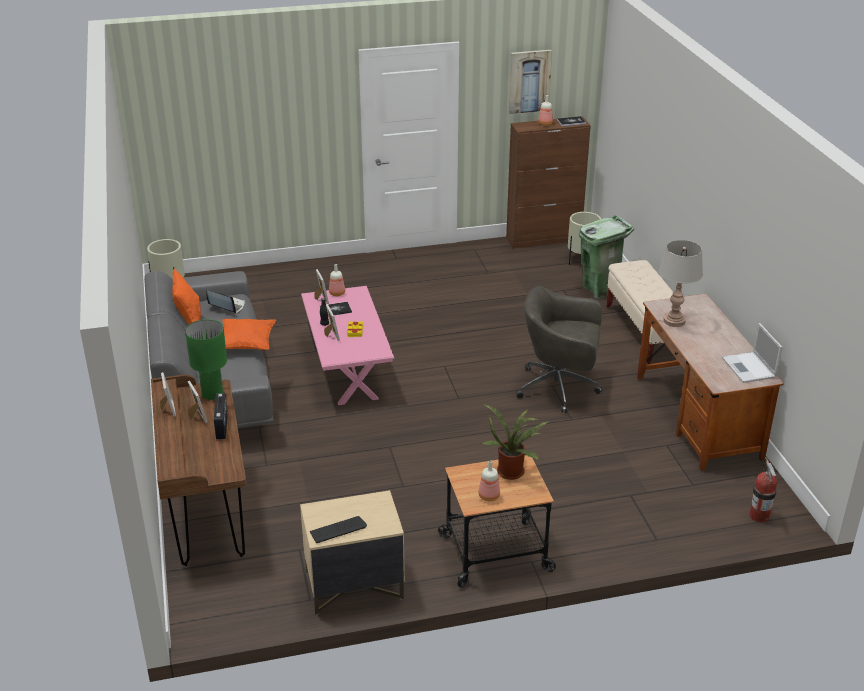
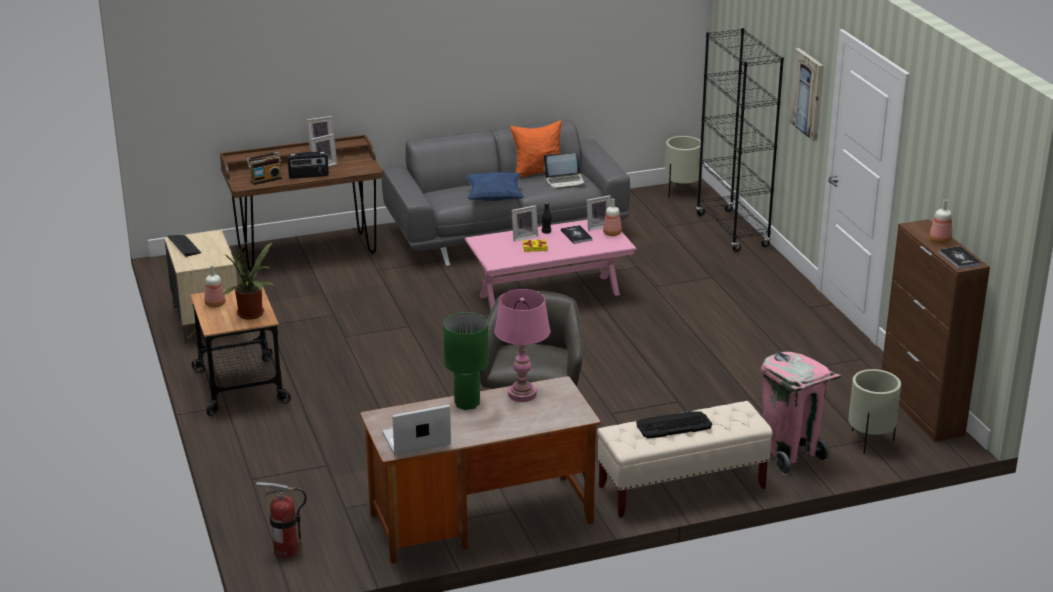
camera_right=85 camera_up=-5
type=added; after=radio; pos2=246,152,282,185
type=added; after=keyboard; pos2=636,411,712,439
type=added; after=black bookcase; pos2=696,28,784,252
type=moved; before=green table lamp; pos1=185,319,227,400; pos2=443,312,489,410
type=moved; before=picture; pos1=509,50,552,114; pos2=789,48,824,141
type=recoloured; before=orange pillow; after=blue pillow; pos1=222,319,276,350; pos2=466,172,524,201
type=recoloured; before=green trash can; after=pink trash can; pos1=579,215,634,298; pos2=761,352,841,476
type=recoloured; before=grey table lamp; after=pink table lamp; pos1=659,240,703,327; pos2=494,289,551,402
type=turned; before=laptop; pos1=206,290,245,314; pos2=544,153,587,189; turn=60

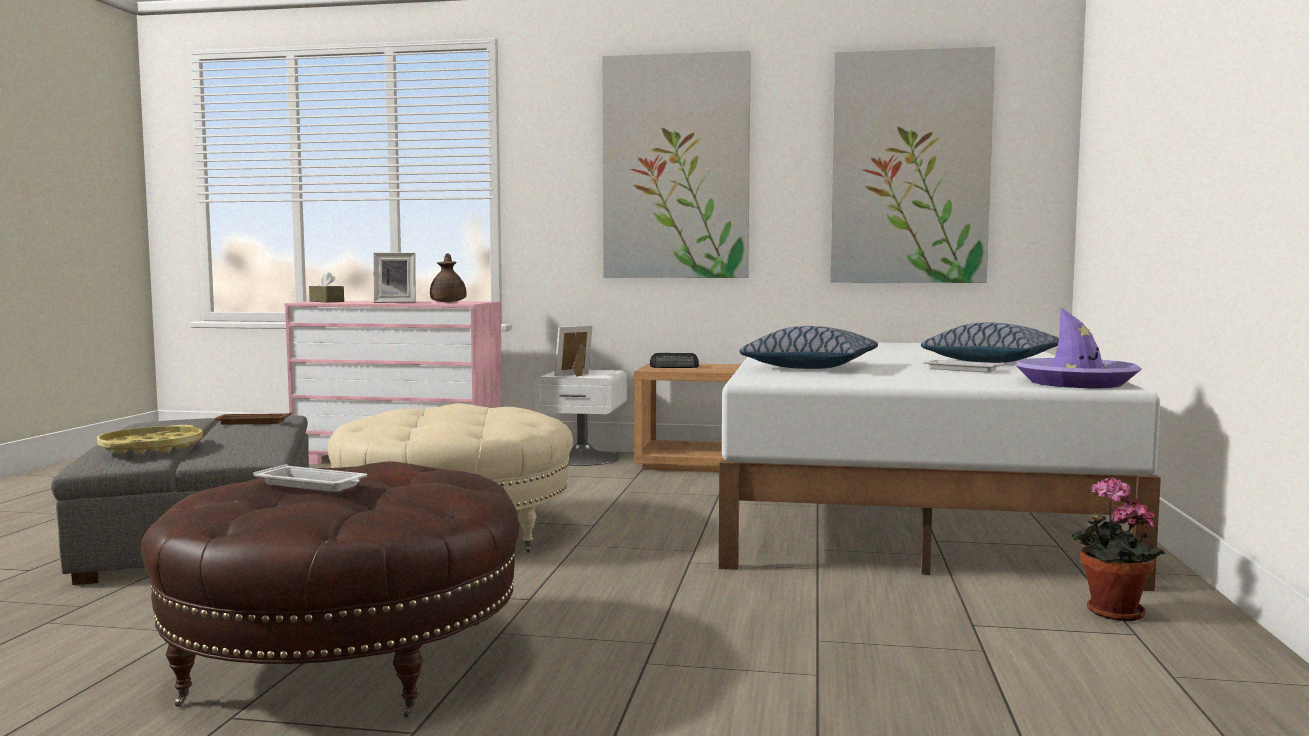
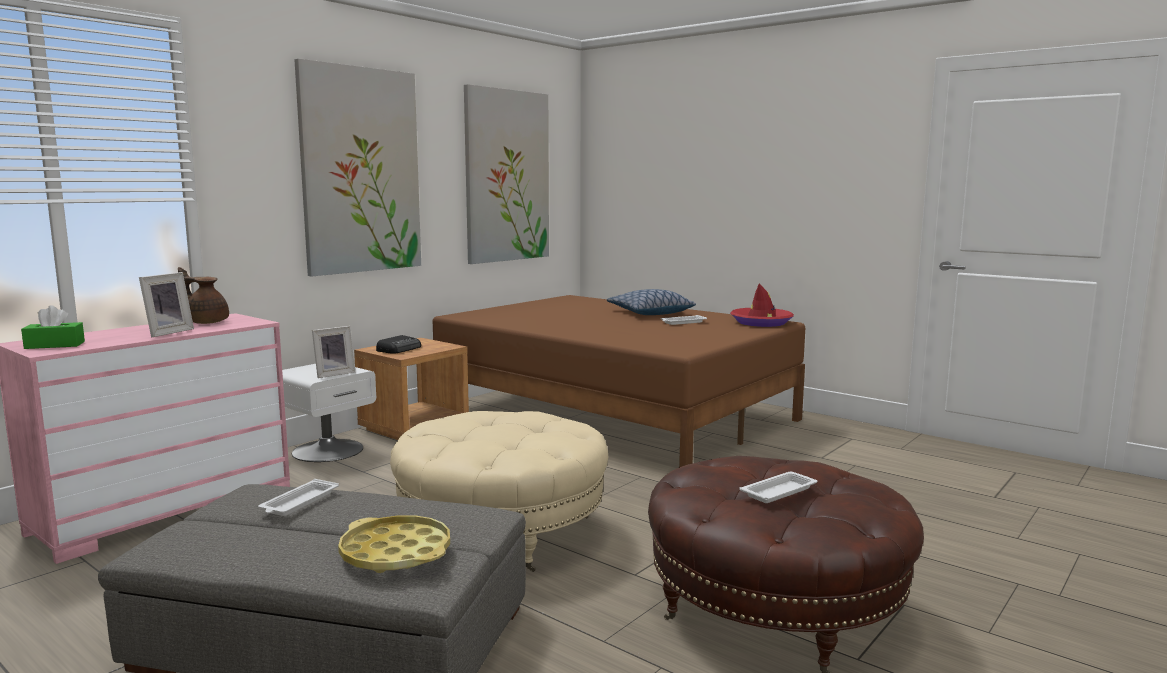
camera_right=-60 camera_up=5
type=removed; before=pillow; pos1=740,326,878,369
type=removed; before=potted plant; pos1=1072,477,1165,621
type=recoloured; before=brown tray; after=white tray; pos1=214,412,292,425; pos2=258,479,339,516
type=recoloured; before=brown tissue box; after=green tissue box; pos1=309,271,344,302; pos2=21,305,85,349
type=recoloured; before=white bed; after=brown bed; pos1=719,343,1161,591; pos2=433,295,805,467
type=recoloured; before=purple hat; after=red hat; pos1=1015,307,1142,388; pos2=730,284,794,327
type=turned; before=picture frame; pos1=555,325,593,376; pos2=312,326,355,378; turn=-120

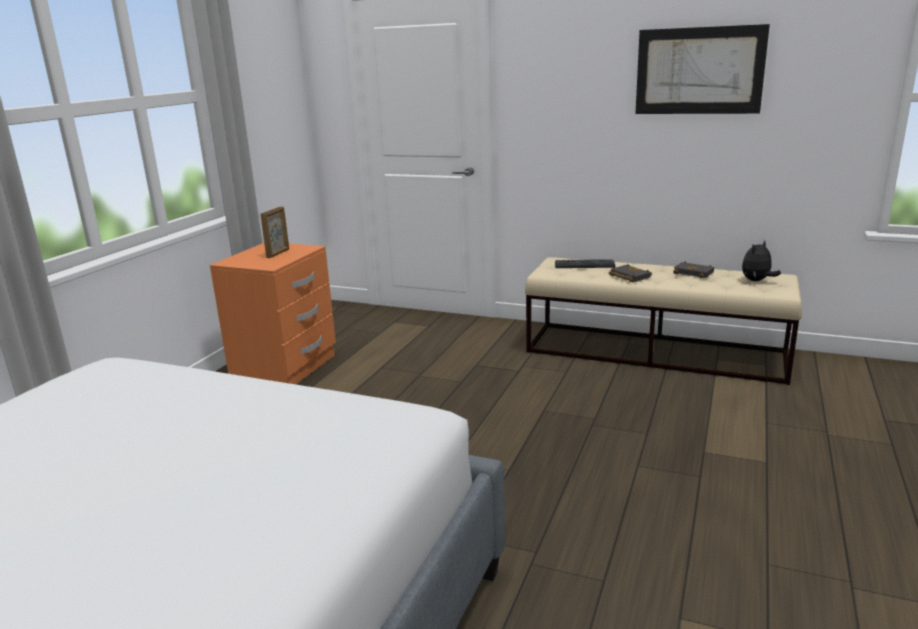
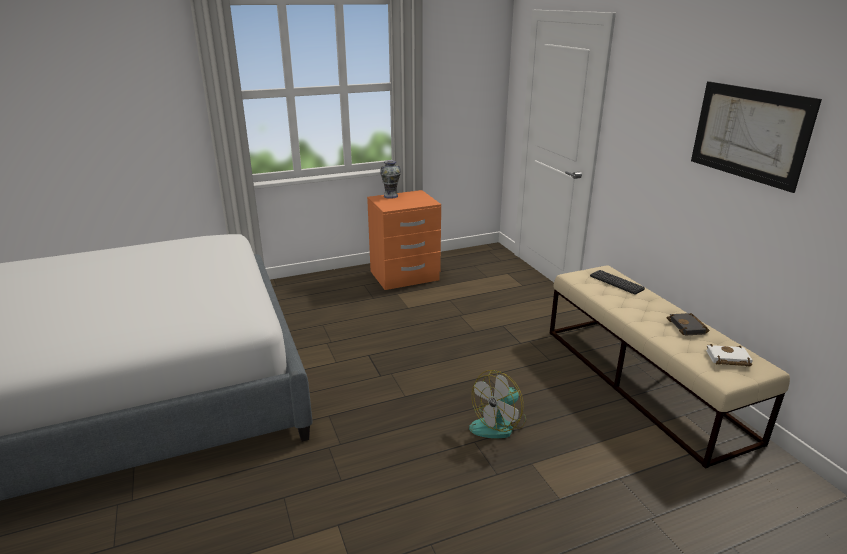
camera_right=45 camera_up=5
type=removed; before=picture frame; pos1=261,206,289,258
type=removed; before=black book; pos1=609,264,652,283
type=added; after=vase; pos2=380,160,401,199
type=added; after=fan; pos2=469,370,526,439
type=replaced; before=plush toy; after=white book; pos1=742,240,781,281; pos2=706,344,753,367

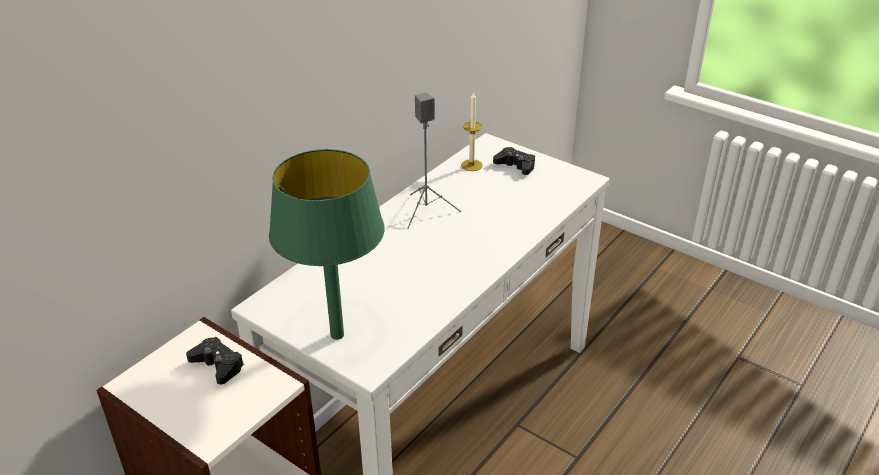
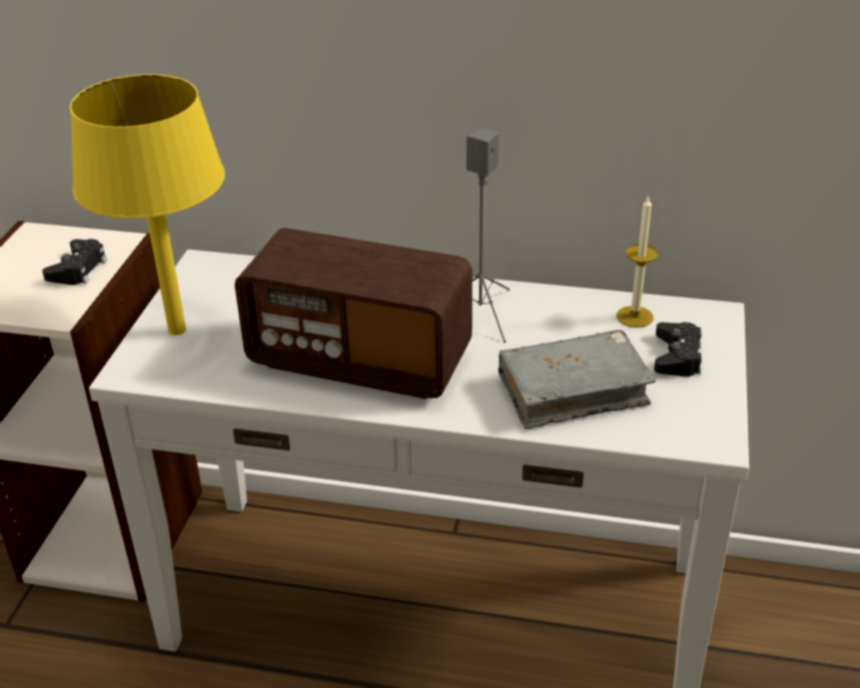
camera_right=65 camera_up=0
type=added; after=radio; pos2=235,228,472,399
type=added; after=grey book; pos2=498,330,656,429
type=recoloured; before=green table lamp; after=yellow table lamp; pos1=269,149,385,340; pos2=70,74,225,335

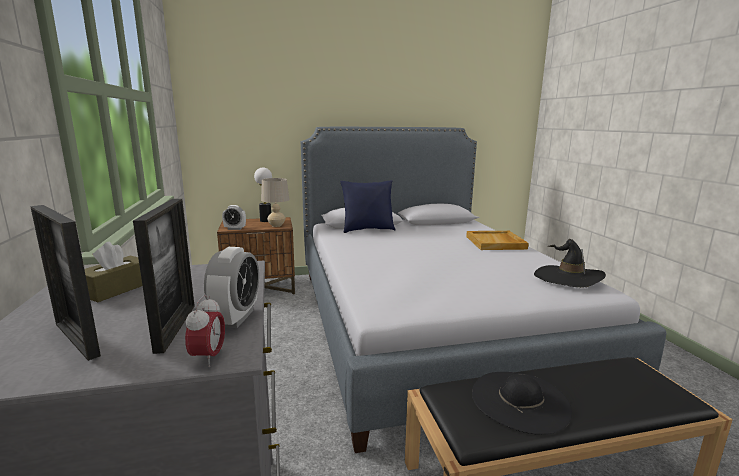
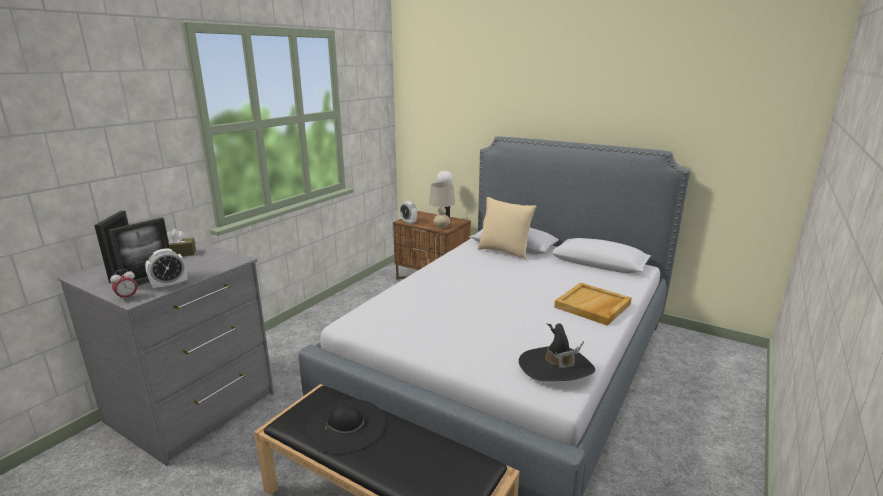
camera_right=45 camera_up=5
type=recoloured; before=blue pillow; after=beige pillow; pos1=340,180,396,233; pos2=477,197,537,260

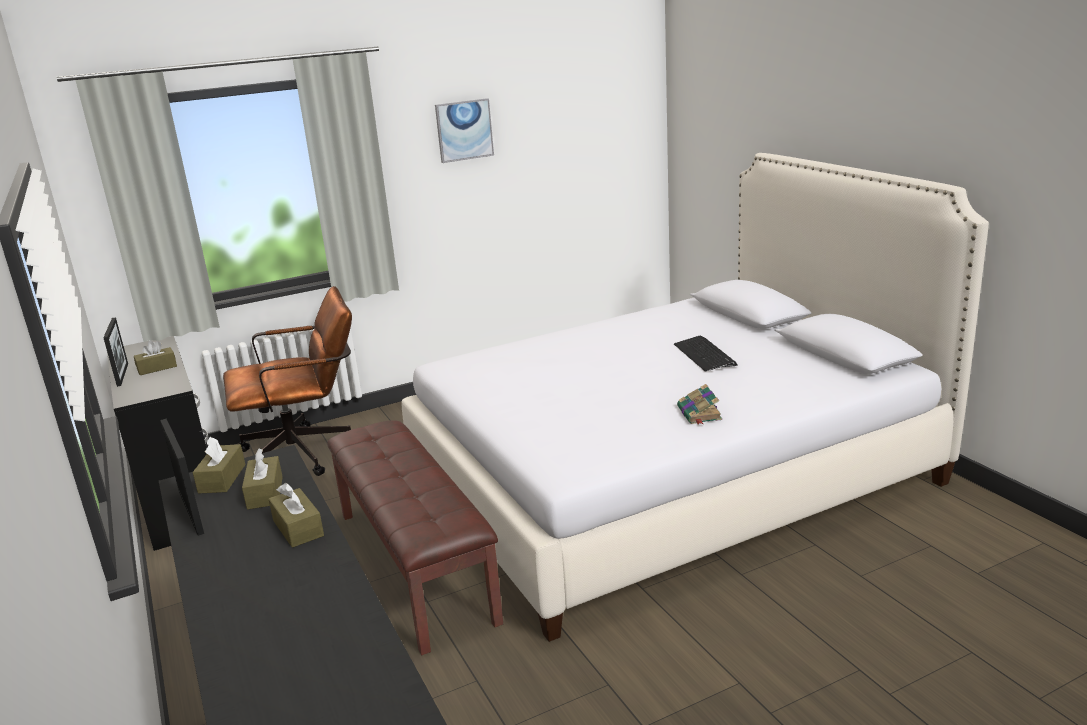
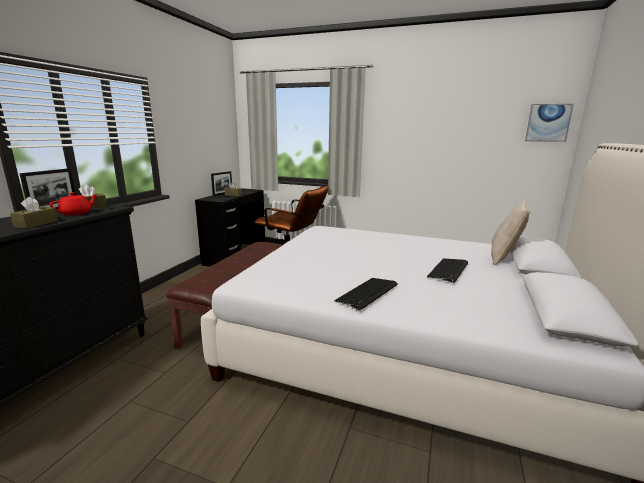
camera_right=45 camera_up=-5
type=added; after=beige pillow; pos2=491,199,531,265
type=moved; before=picture; pos1=435,98,494,163; pos2=525,104,574,142
type=replaced; before=brown tissue box; after=red teapot; pos1=242,448,283,510; pos2=49,192,98,215
type=replaced; before=book; after=keyboard; pos1=677,384,722,425; pos2=334,278,398,310

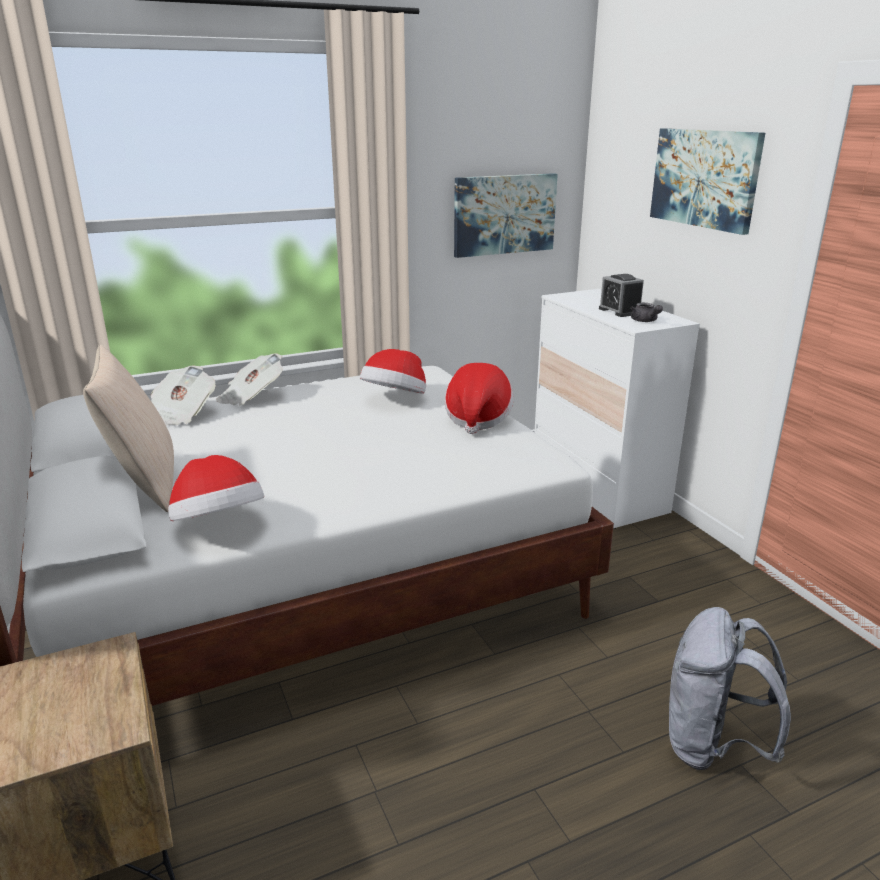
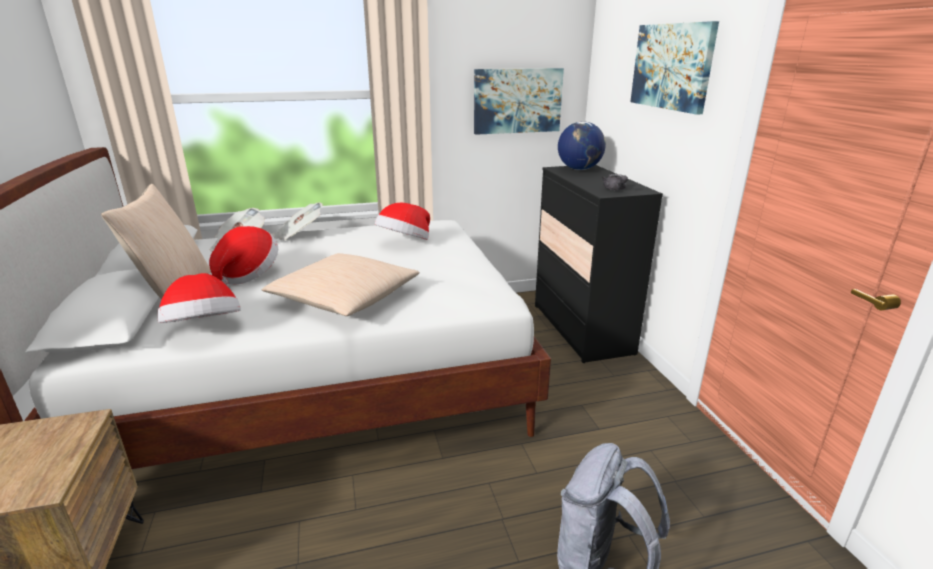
camera_right=10 camera_up=0
type=removed; before=alarm clock; pos1=599,274,644,317
type=added; after=beige pillow; pos2=262,253,420,316
type=added; after=globe; pos2=558,121,606,170
type=moved; before=hat; pos1=445,363,513,434; pos2=209,226,278,285
type=recoloured; before=white dresser; after=black dresser; pos1=534,289,700,529; pos2=535,165,663,363

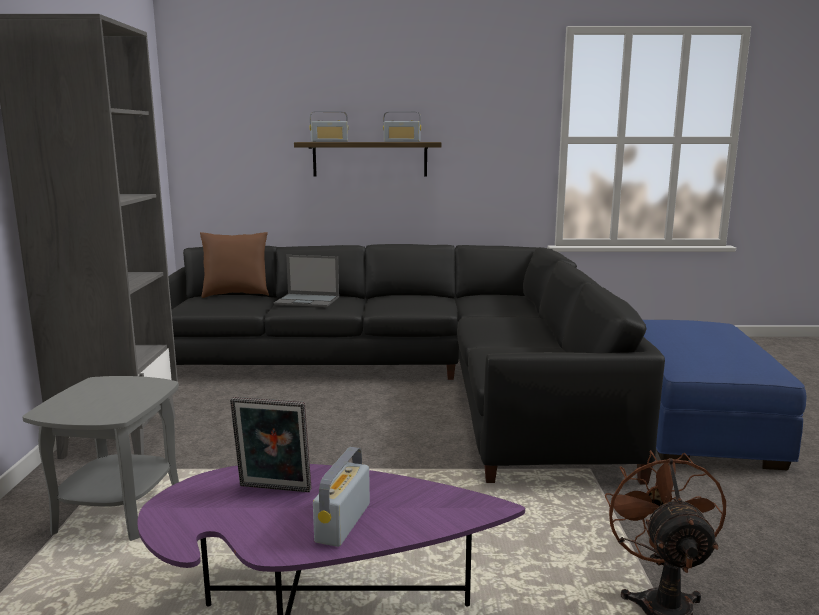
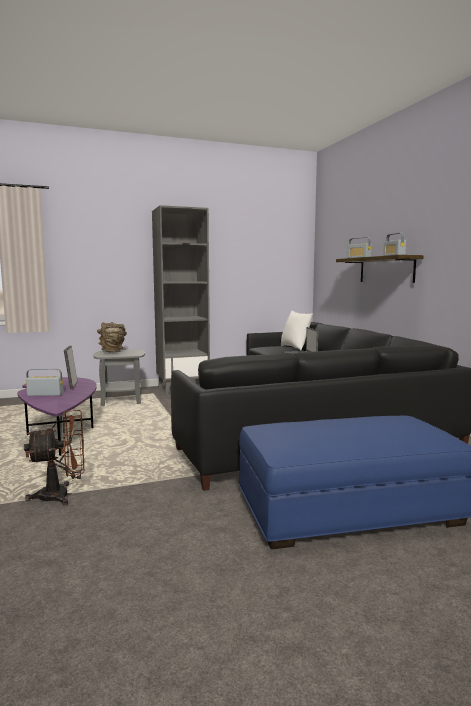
camera_right=70 camera_up=-5
type=added; after=brown vase; pos2=97,322,127,353
type=recoloured; before=brown pillow; after=white pillow; pos1=200,232,269,298; pos2=281,311,313,351

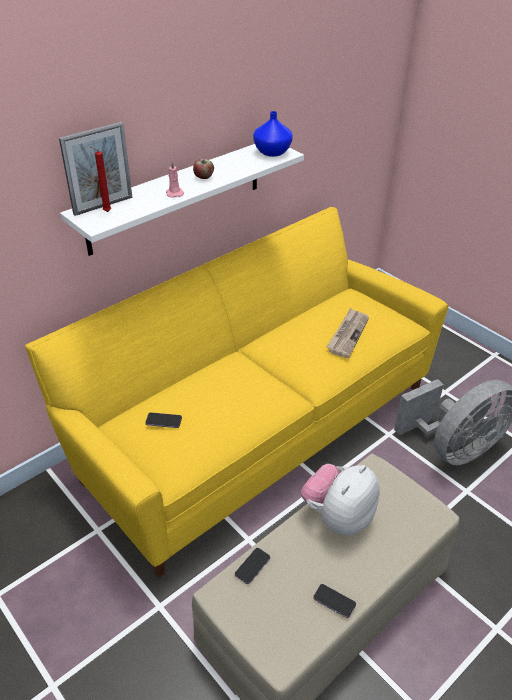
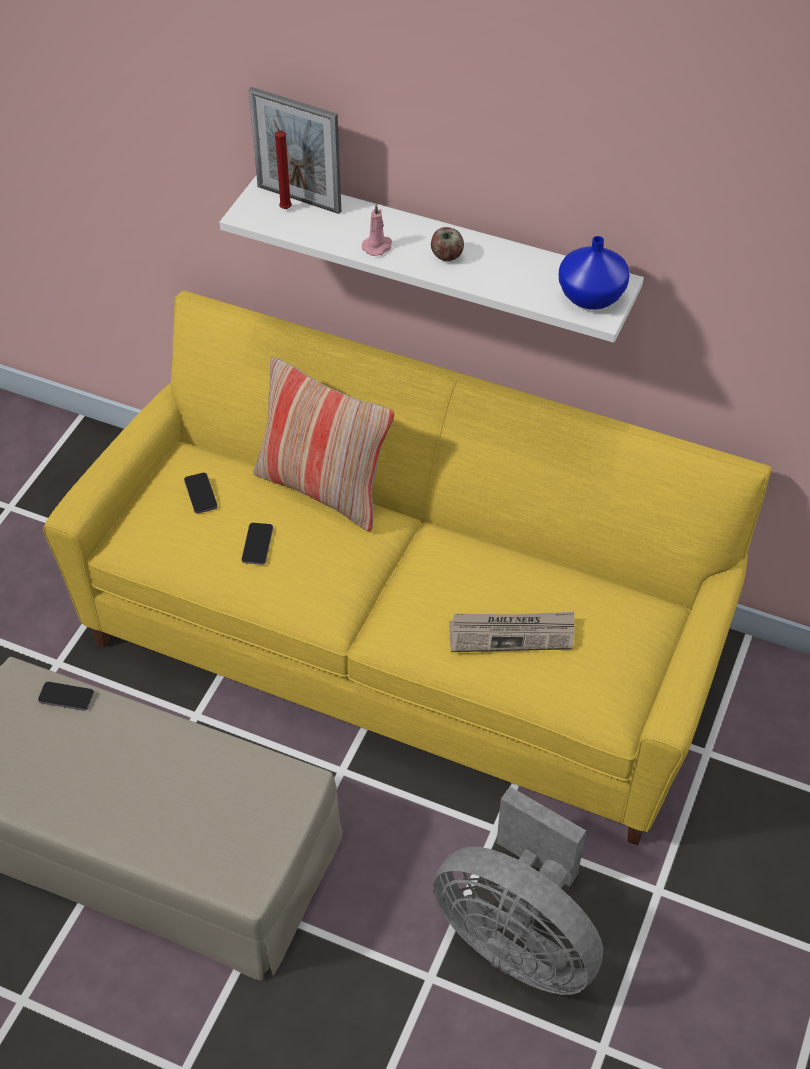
camera_right=65 camera_up=10
type=removed; before=plush toy; pos1=301,464,380,535
type=added; after=pillow; pos2=253,357,394,531
type=moved; before=phone; pos1=313,584,356,618; pos2=242,523,273,565

